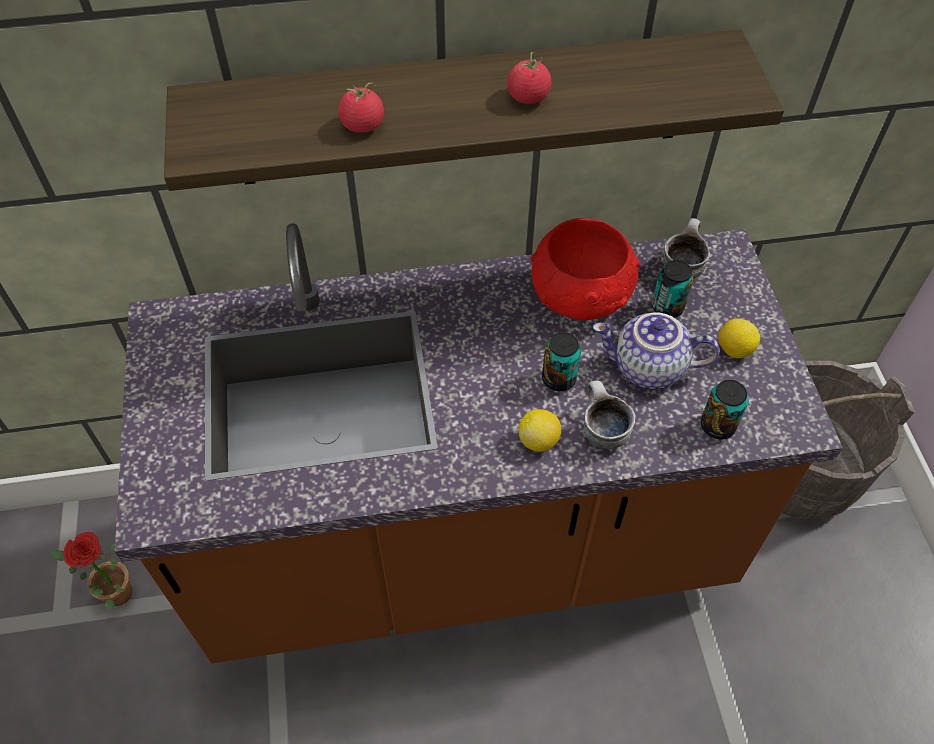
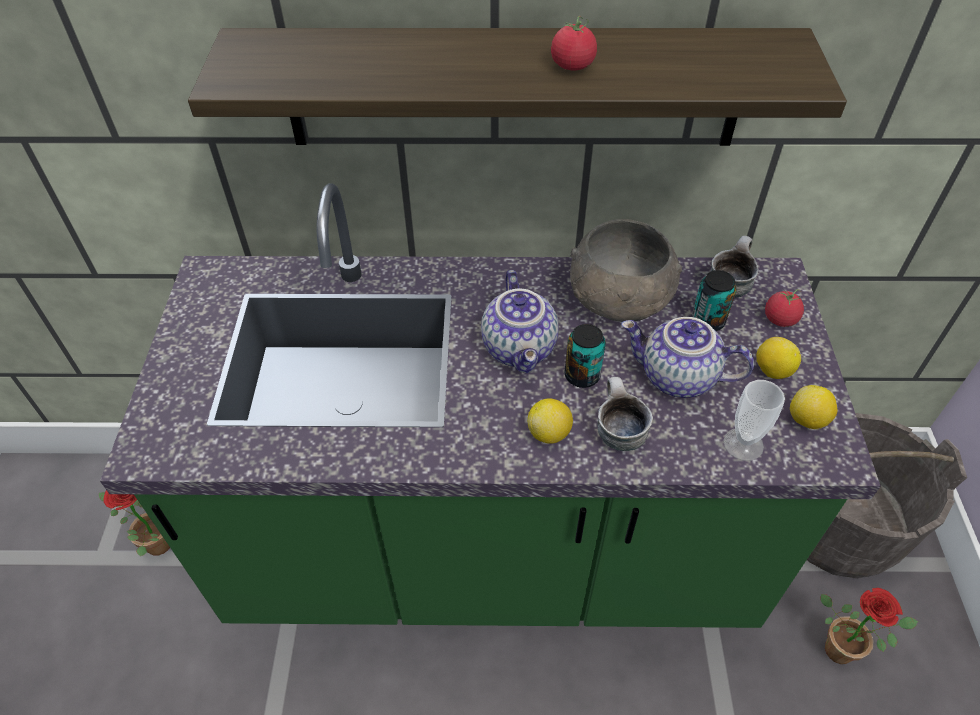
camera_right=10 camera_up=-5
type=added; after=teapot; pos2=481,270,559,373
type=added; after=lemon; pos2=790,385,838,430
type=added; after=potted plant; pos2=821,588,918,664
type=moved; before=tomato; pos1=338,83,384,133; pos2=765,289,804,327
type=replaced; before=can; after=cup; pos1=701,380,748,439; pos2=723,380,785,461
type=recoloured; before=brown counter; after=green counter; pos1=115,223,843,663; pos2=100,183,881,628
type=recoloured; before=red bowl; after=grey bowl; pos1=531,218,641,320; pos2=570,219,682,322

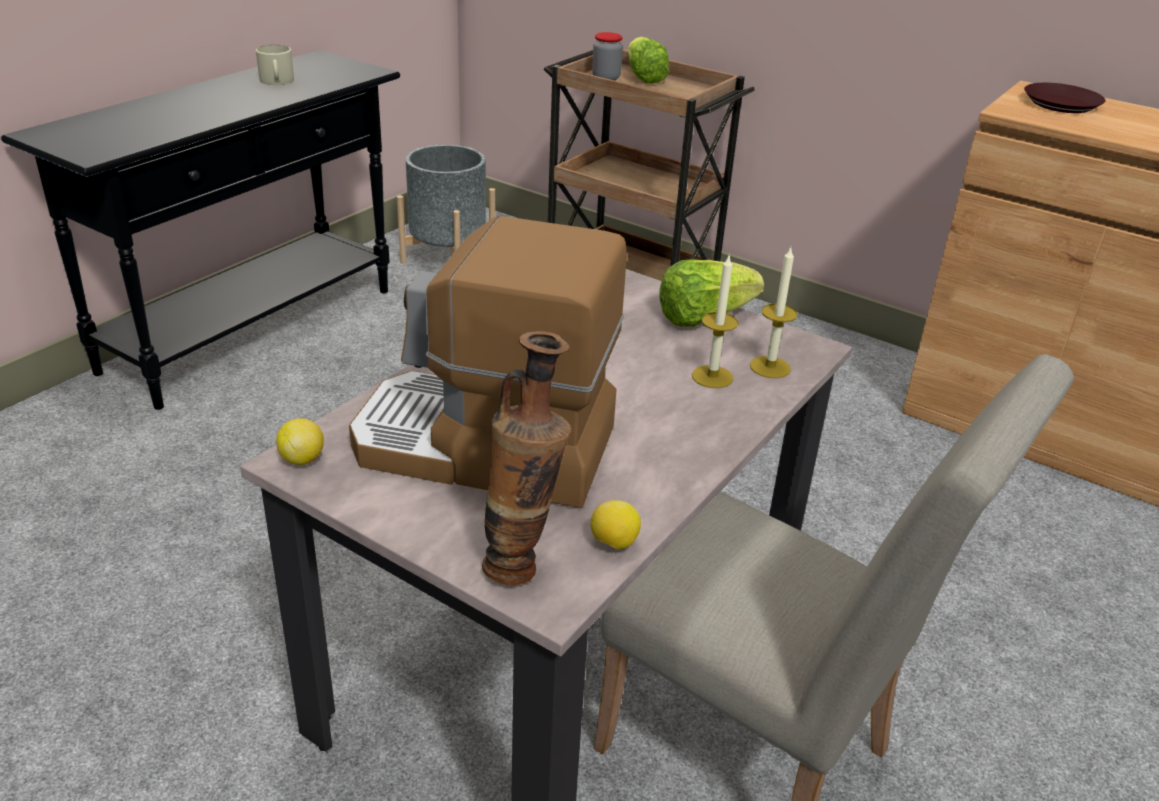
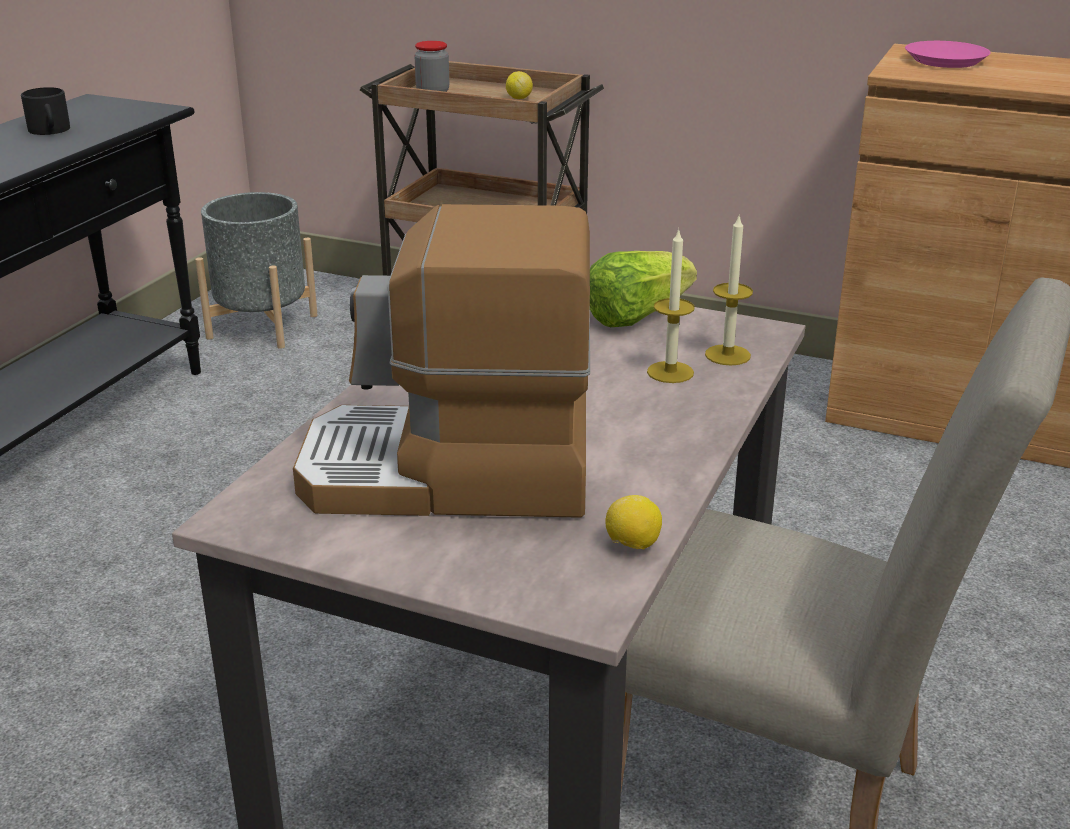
camera_right=-10 camera_up=-5
type=removed; before=vase; pos1=482,331,571,585
type=removed; before=lettuce; pos1=628,37,669,84
type=moved; before=lemon; pos1=276,418,324,465; pos2=506,71,533,99
type=recoloured; before=beige mug; after=black mug; pos1=256,45,294,85; pos2=21,87,70,135
type=recoloured; before=brown plate; after=pink plate; pos1=1024,83,1105,113; pos2=905,41,991,68

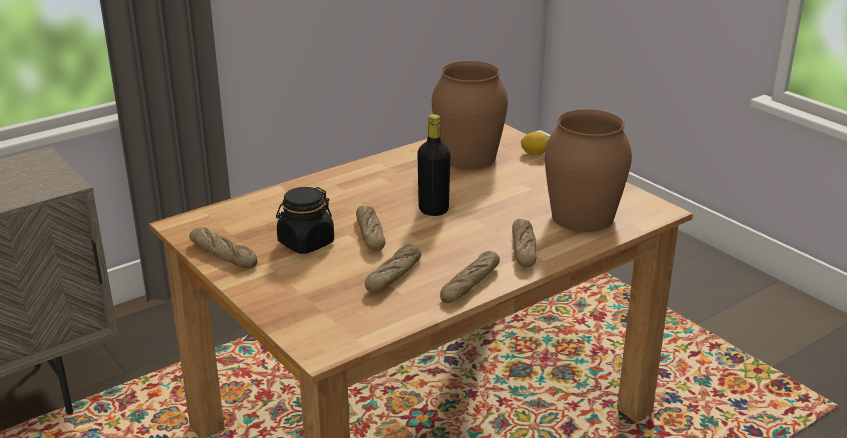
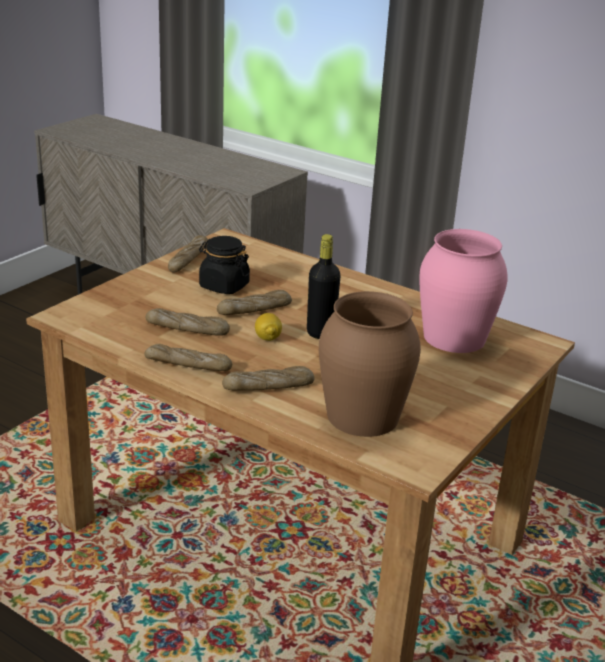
camera_right=70 camera_up=0
type=moved; before=lemon; pos1=521,132,549,155; pos2=255,313,282,341
type=recoloured; before=brown vase; after=pink vase; pos1=432,61,508,170; pos2=419,229,508,353

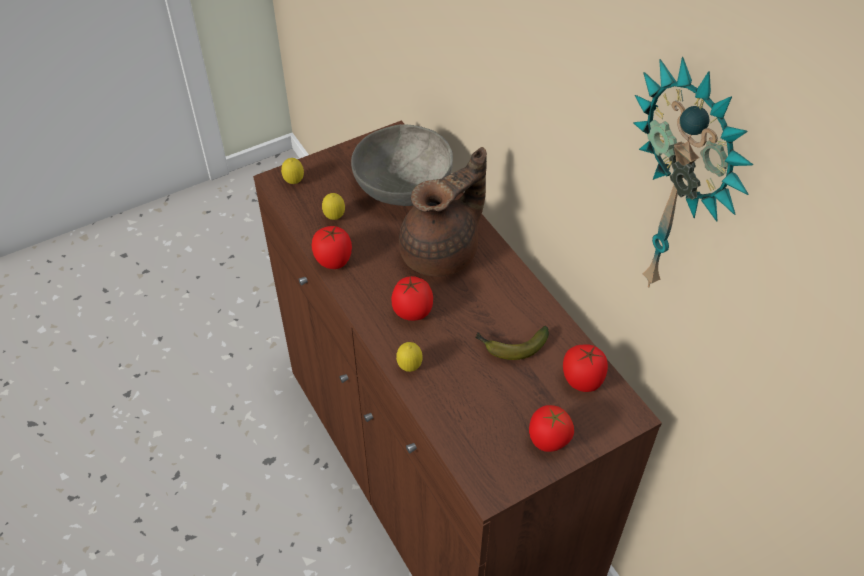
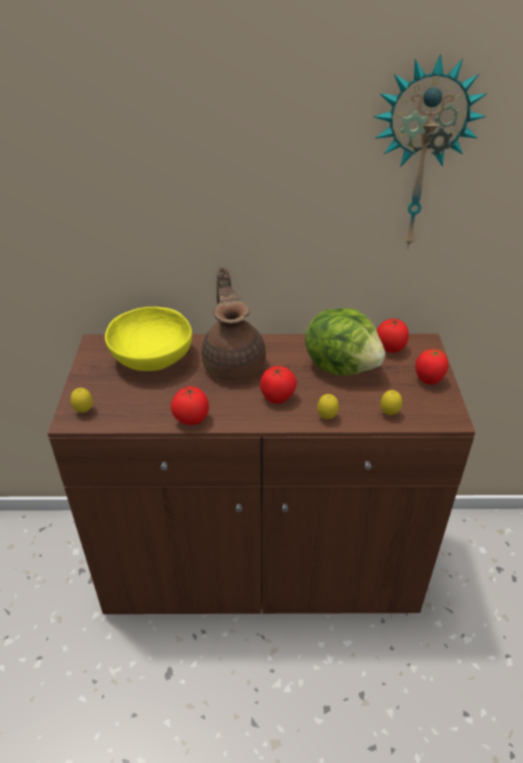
camera_right=-60 camera_up=-10
type=moved; before=lemon; pos1=322,193,345,220; pos2=380,390,402,415
type=replaced; before=banana; after=lettuce; pos1=475,326,549,360; pos2=305,308,386,376
type=recoloured; before=grey bowl; after=yellow bowl; pos1=351,124,453,206; pos2=105,307,192,371

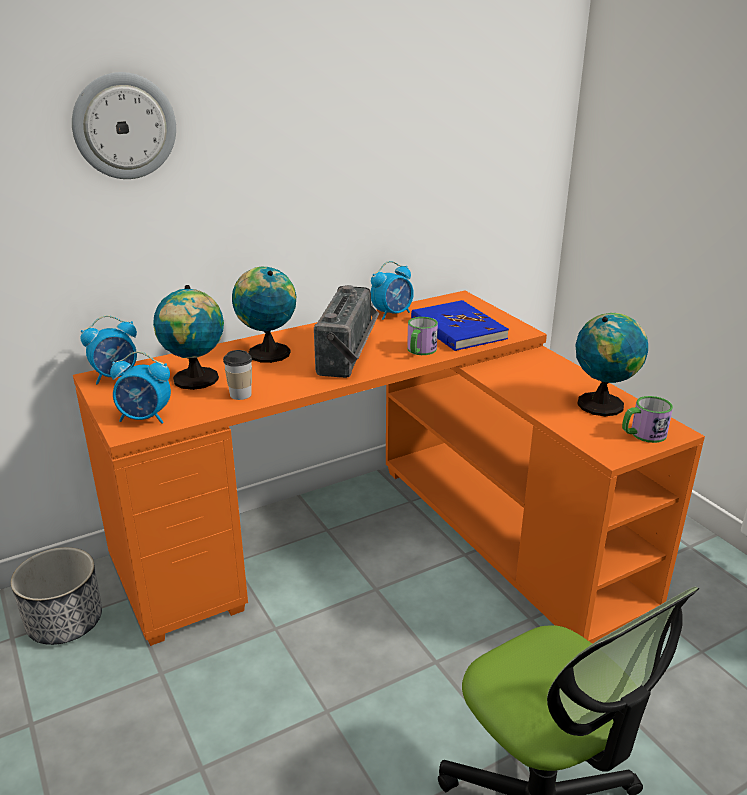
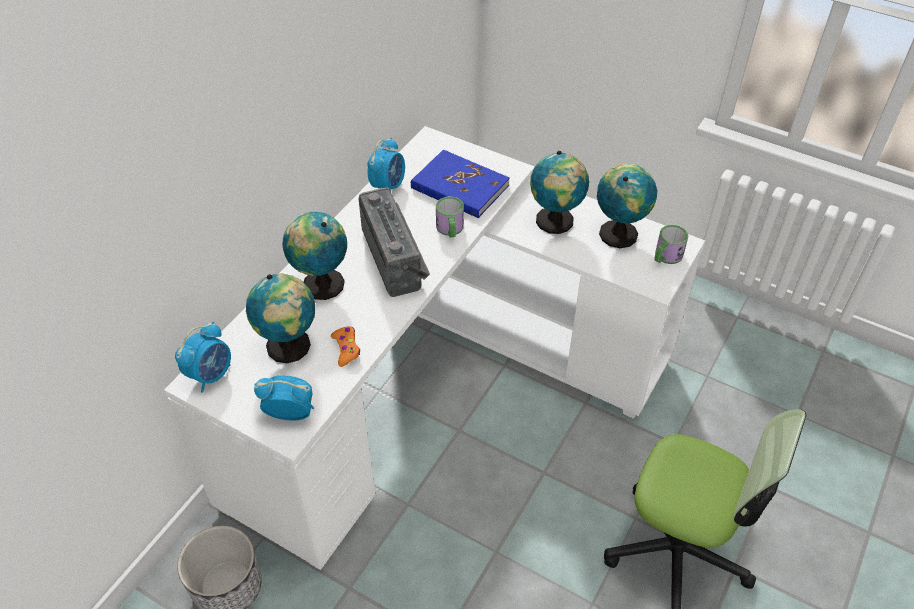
camera_right=-30 camera_up=20
type=removed; before=wall clock; pos1=72,72,176,179
type=added; after=globe; pos2=530,151,589,234
type=replaced; before=cup; after=orange game controller; pos1=223,350,252,400; pos2=331,326,360,367
type=recoloured; before=orange desk; after=white desk; pos1=73,291,705,646; pos2=164,126,705,570
type=turned; before=alarm clock; pos1=110,351,171,423; pos2=254,375,314,421; turn=-150

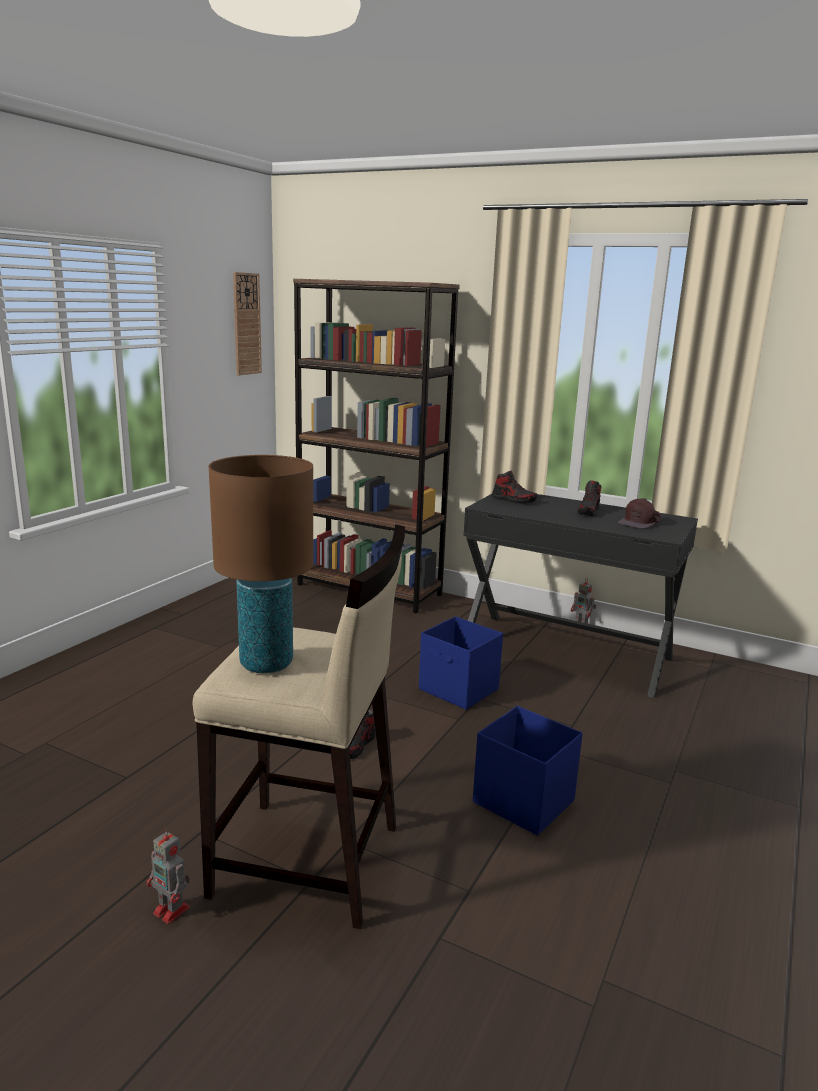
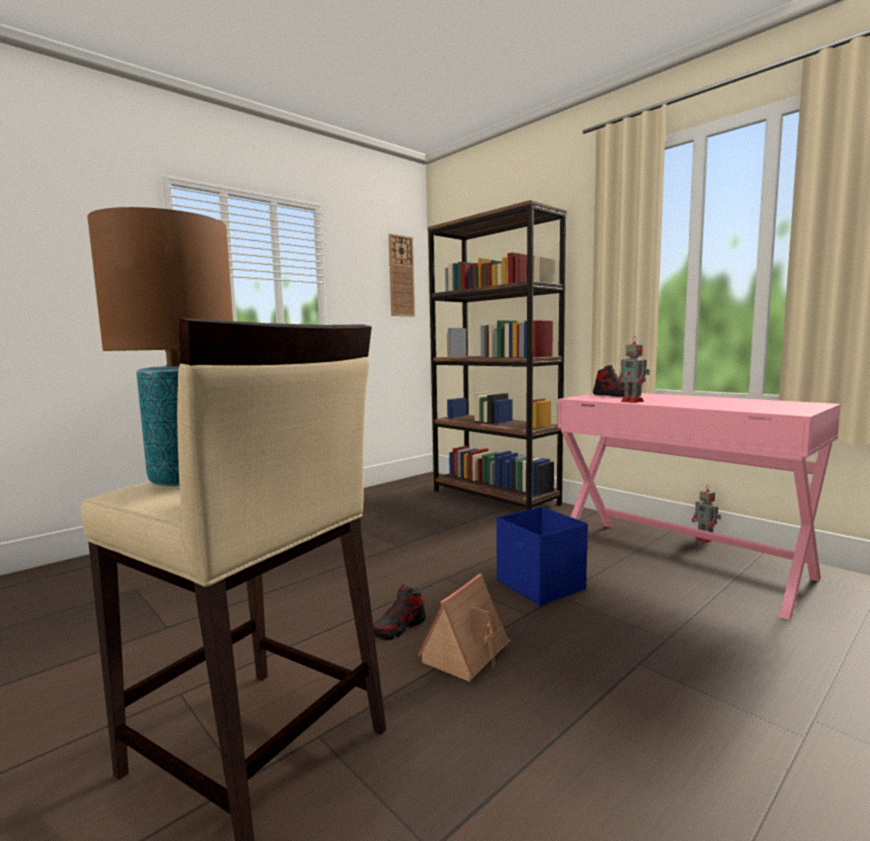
camera_right=20 camera_up=-10
type=removed; before=blue storage box; pos1=473,706,583,836
type=removed; before=shoe; pos1=578,480,601,517
type=removed; before=brown cap; pos1=617,498,662,529
type=added; after=toy house; pos2=417,573,510,682
type=moved; before=toy robot; pos1=147,828,190,924; pos2=617,337,650,403
type=recoloured; before=black desk; after=pink desk; pos1=463,494,698,698; pos2=558,393,841,620

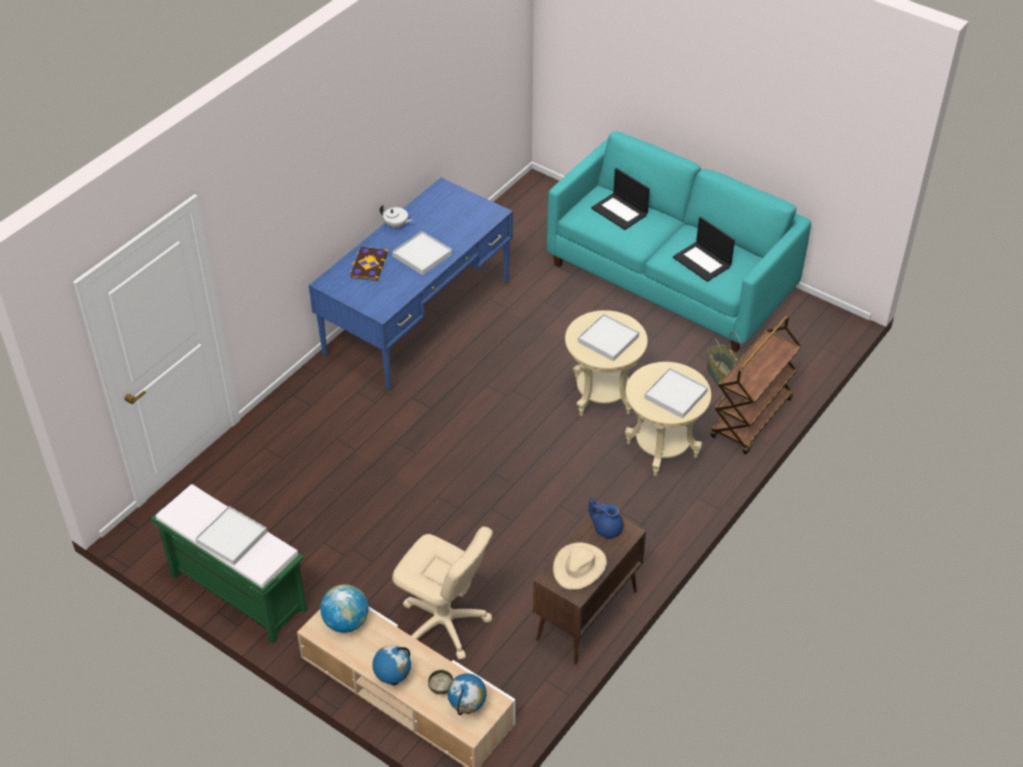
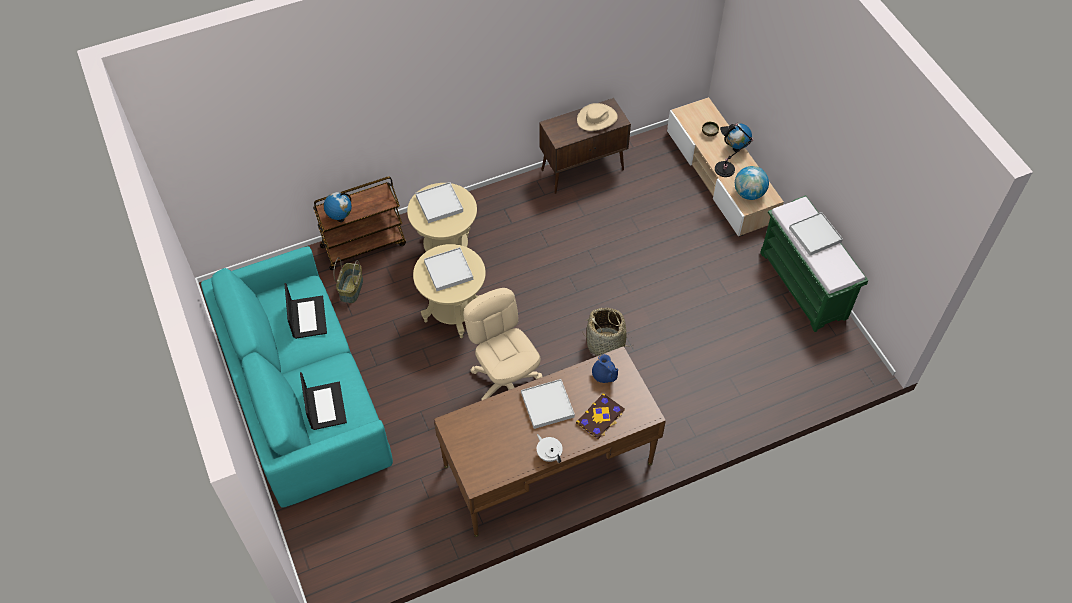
camera_right=-150 camera_up=10
type=added; after=basket; pos2=583,308,629,356
type=added; after=black table lamp; pos2=715,123,753,177
type=moved; before=beige office chair; pos1=392,526,493,660; pos2=463,288,542,400
type=moved; before=globe; pos1=447,673,487,715; pos2=324,192,352,222
type=moved; before=blue teapot; pos1=589,497,623,538; pos2=592,354,618,383
type=recoloured; before=blue desk; after=brown desk; pos1=309,178,513,394; pos2=434,346,666,537

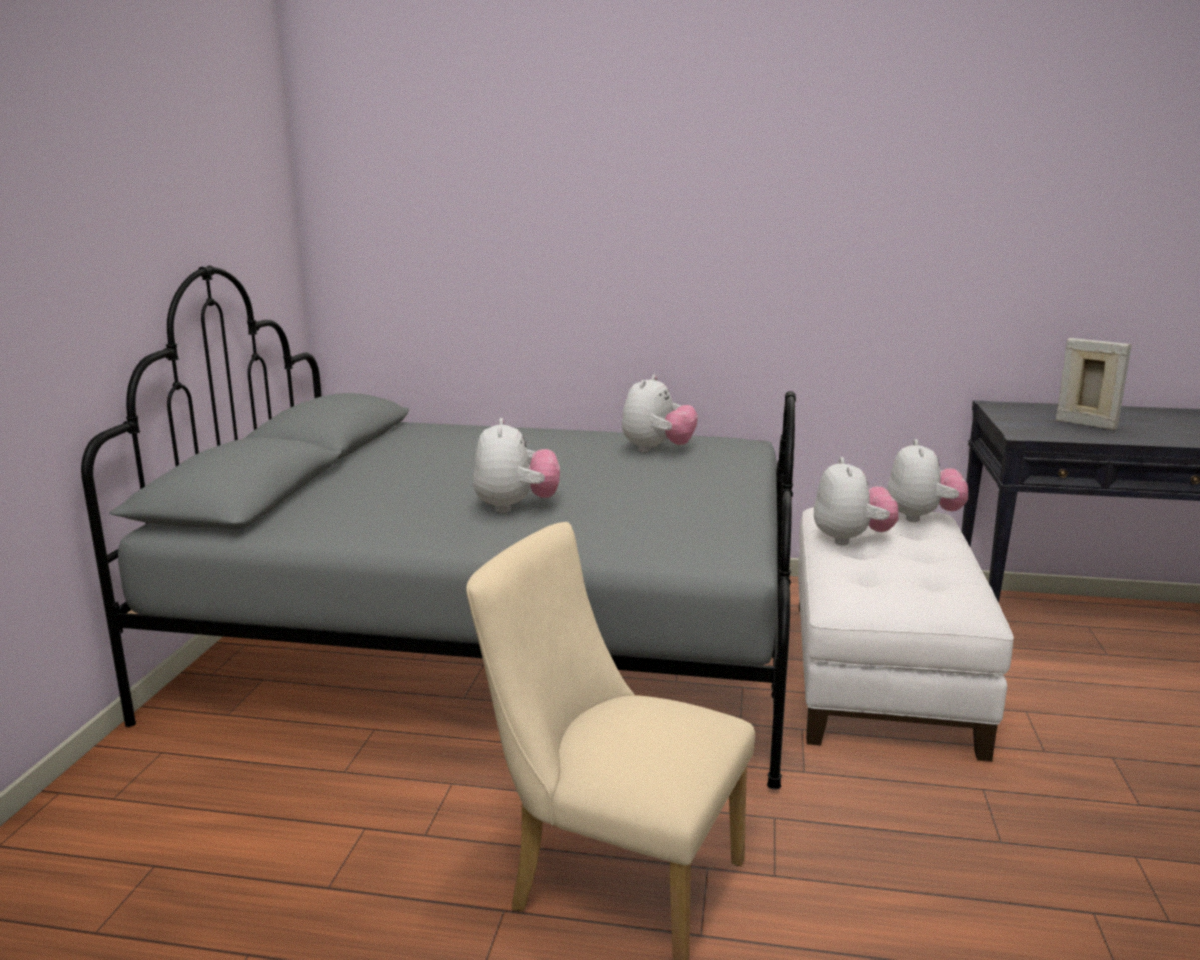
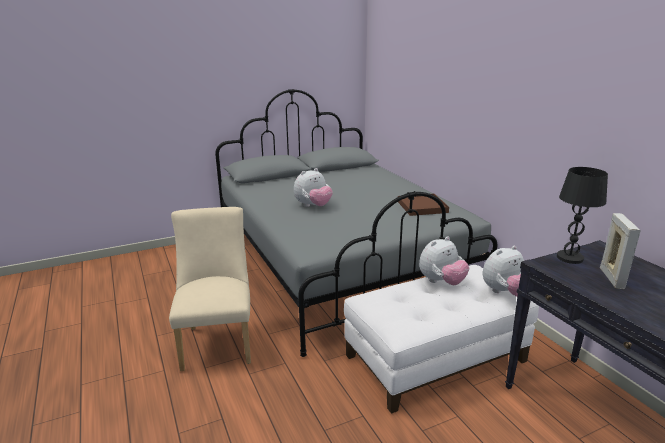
camera_right=55 camera_up=5
type=added; after=black table lamp; pos2=557,167,608,264
type=replaced; before=plush toy; after=brown tray; pos1=622,374,698,452; pos2=398,194,449,216

